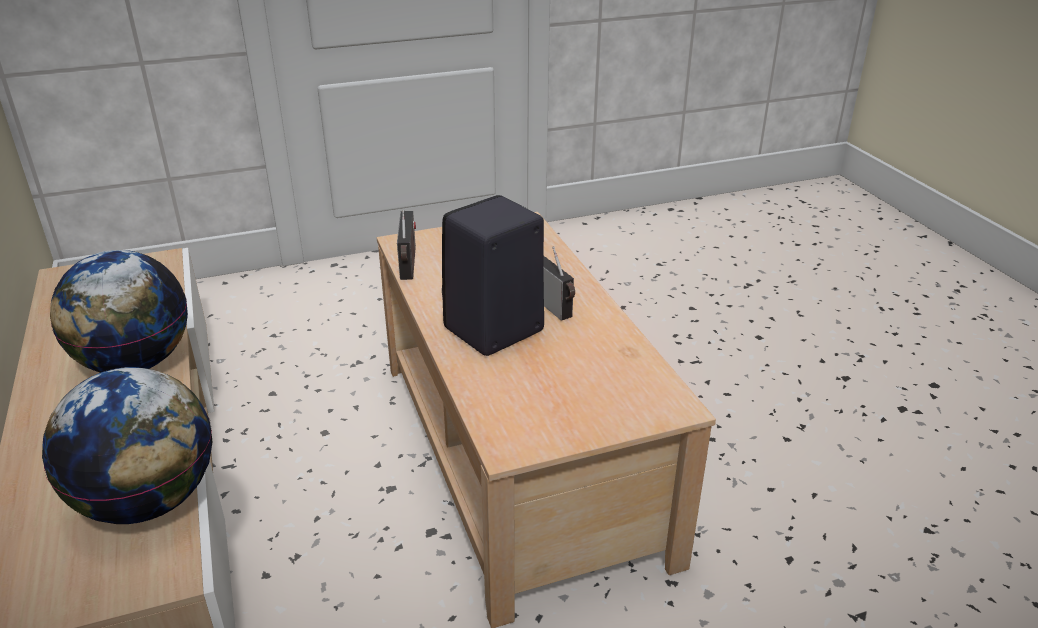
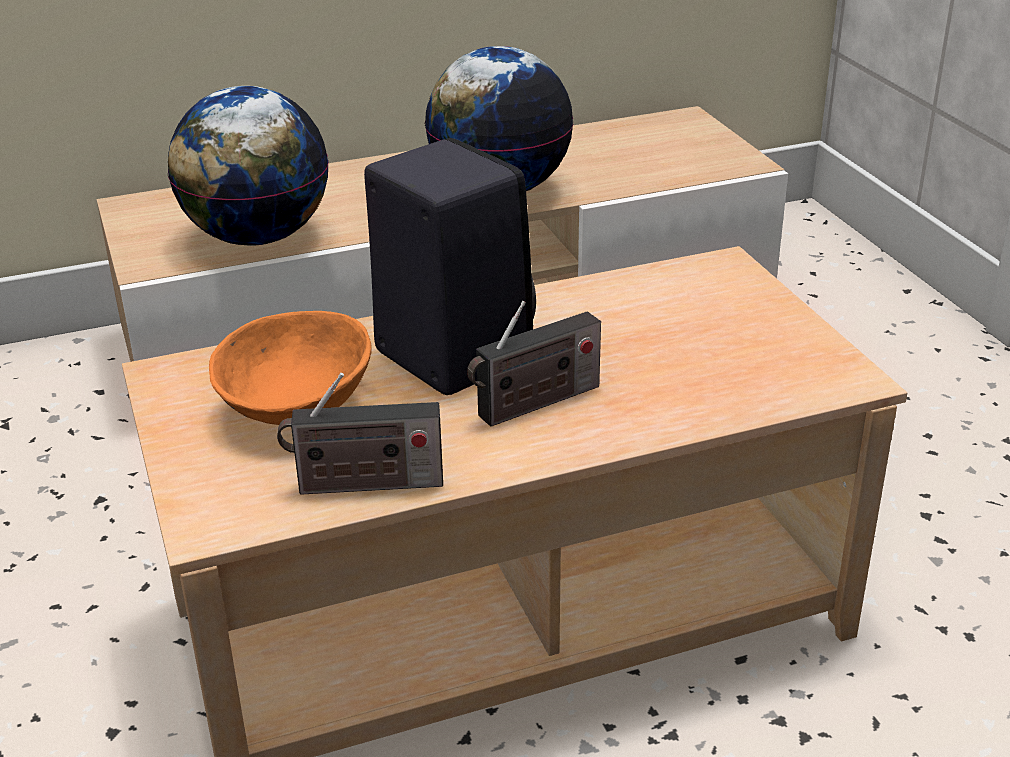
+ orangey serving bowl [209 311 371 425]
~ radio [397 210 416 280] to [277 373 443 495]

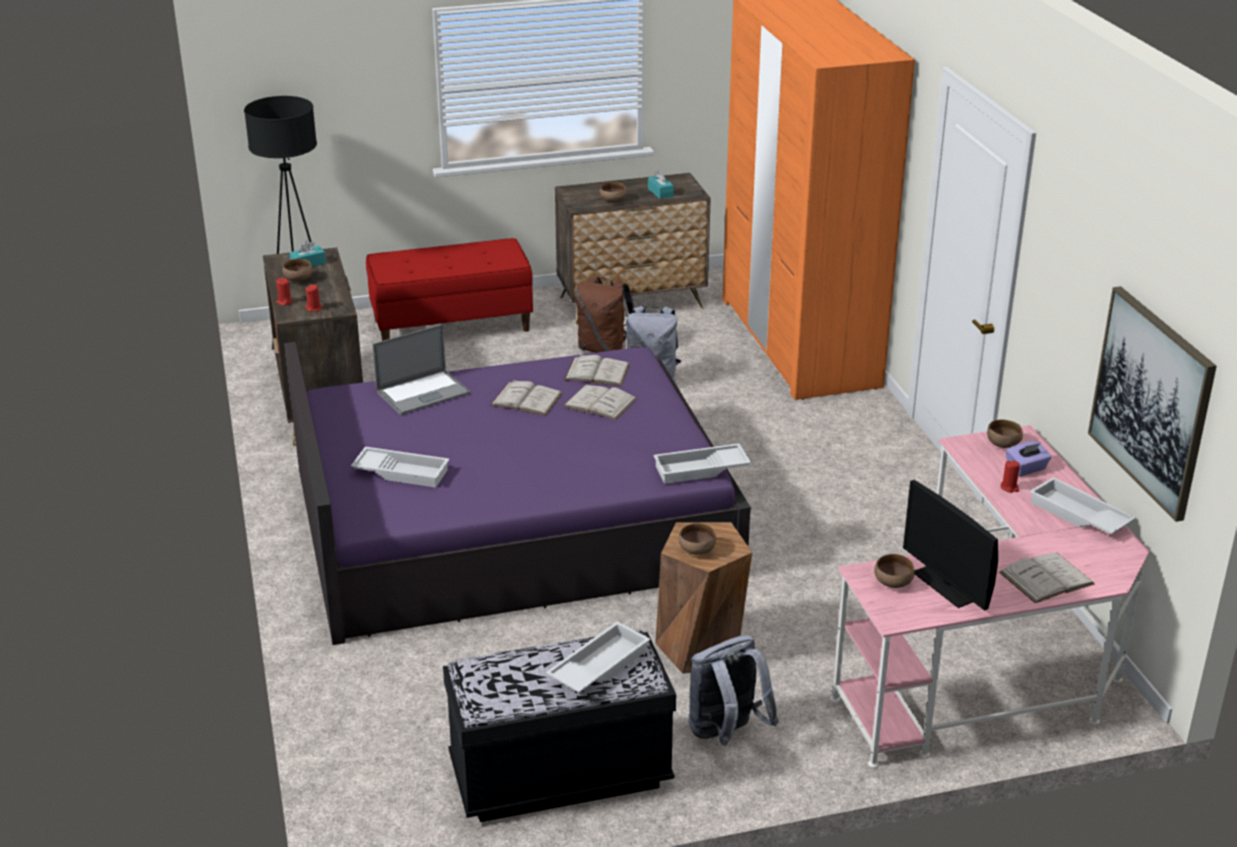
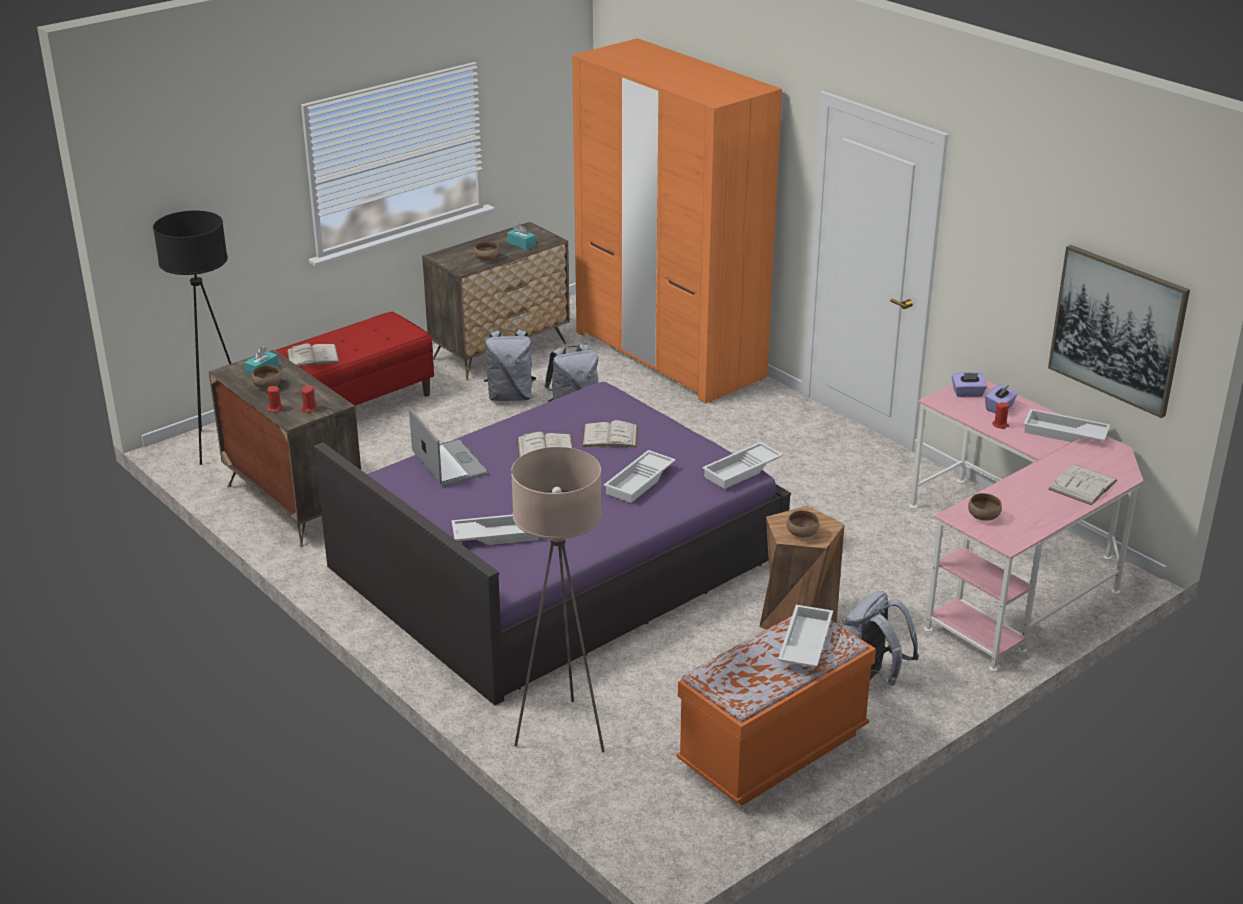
- monitor [903 480 998 611]
+ beige-coloured standard lamp [511 447 605 752]
+ whitish tray [604 450 676 503]
~ whitish bound book [564 354 630 386] to [287 343 340 367]
~ brown serving bowl [987 419 1023 448] to purple box of tissues [952 372 987 397]
~ black bench [443 630 676 822] to orangey bench [676 616 876 806]
~ brown knapsack [576 276 634 353] to gray knapsack [484 329 536 401]
~ portable computer [372 324 470 415] = [409 408 489 486] 60 degrees counterclockwise

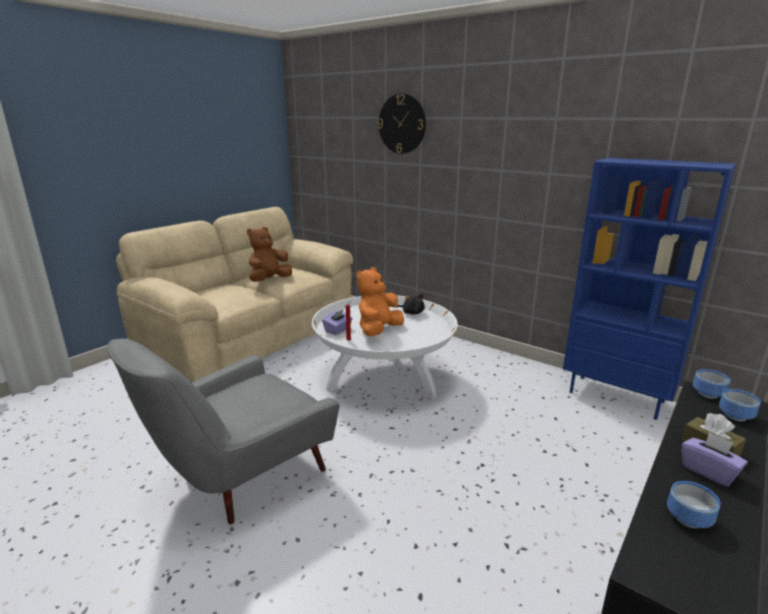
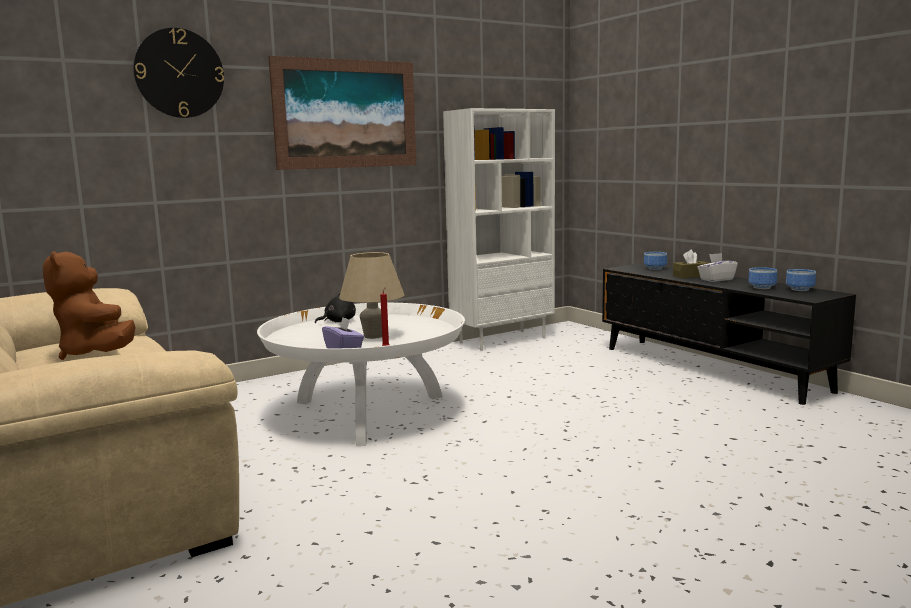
- gray armchair [107 339 340 524]
+ wall picture [268 56 416 170]
~ serving bowl [693 369 730 399] to [786 269 816 291]
~ orangey soft toy [357 267 404 336] to beige-coloured tabletop lamp [339 252 404 339]
~ blue-coloured shelving unit [563 158 736 420] to whitish shelving unit [443 108 555 351]
~ purple box of tissues [682 432 748 487] to whitish box of tissues [697 253 737 282]

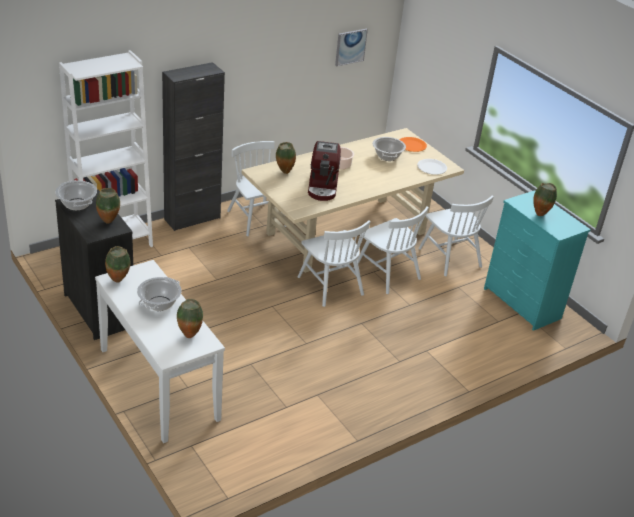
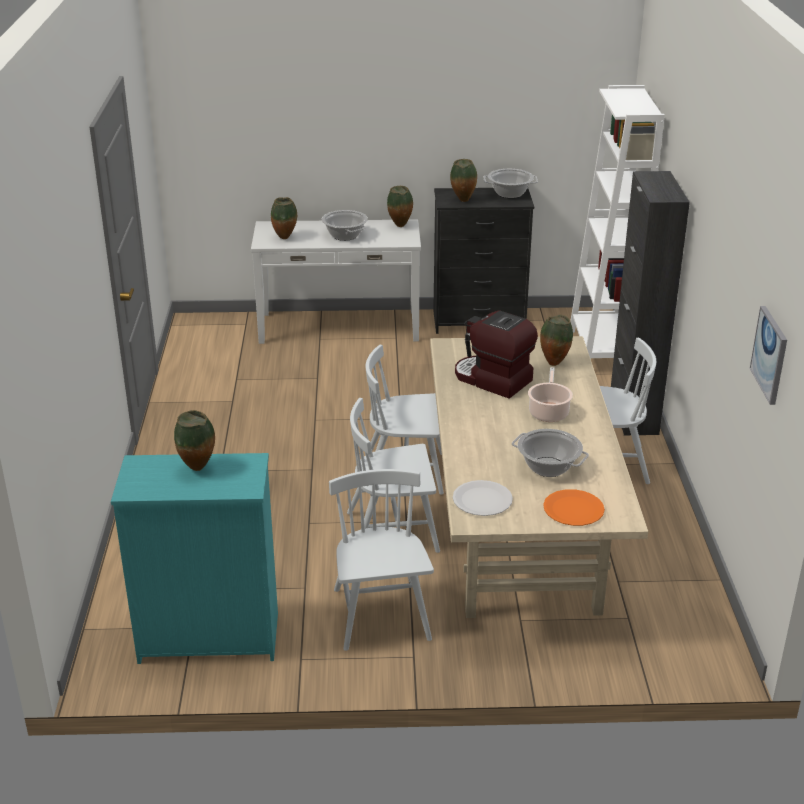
~ whitish chair [418 195 494 276] = [329 469 434 651] 75 degrees clockwise

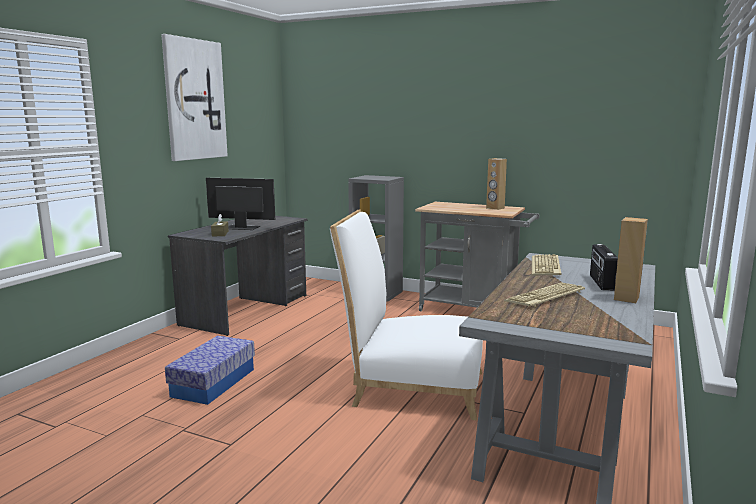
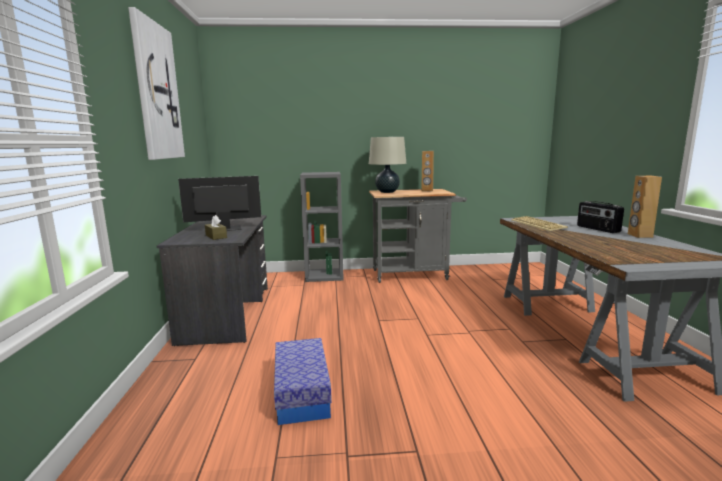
- whitish chair [330 209 483 421]
- PC keyboard [504 282 585 307]
+ beige-coloured tabletop lamp [369 137 406 193]

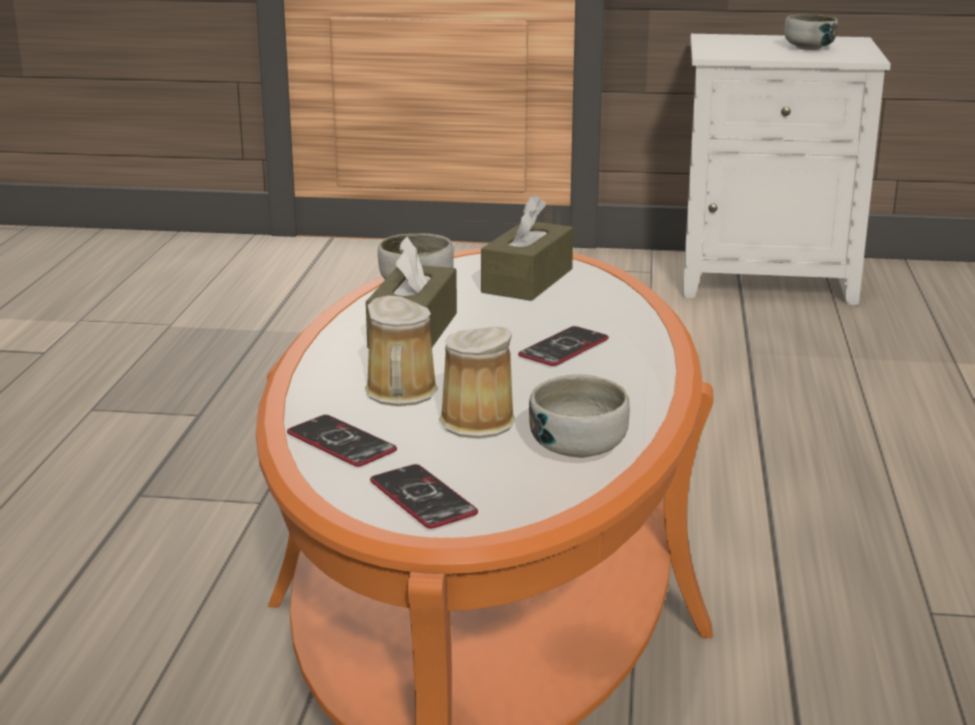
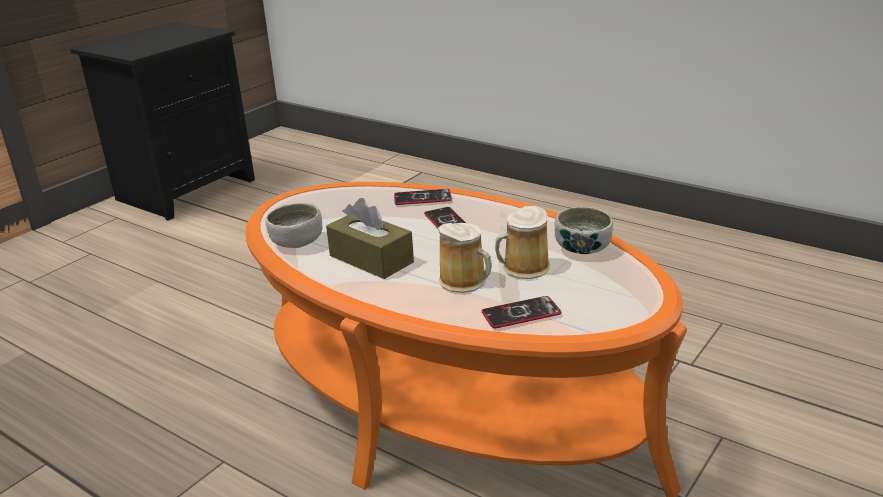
- brown box of tissues [481 195 573 301]
- serving bowl [784 15 838 50]
~ telephone [370 464 478 529] to [394 189 452 205]
~ whitish night table [683 34 891 305] to black night table [70 22 255 221]

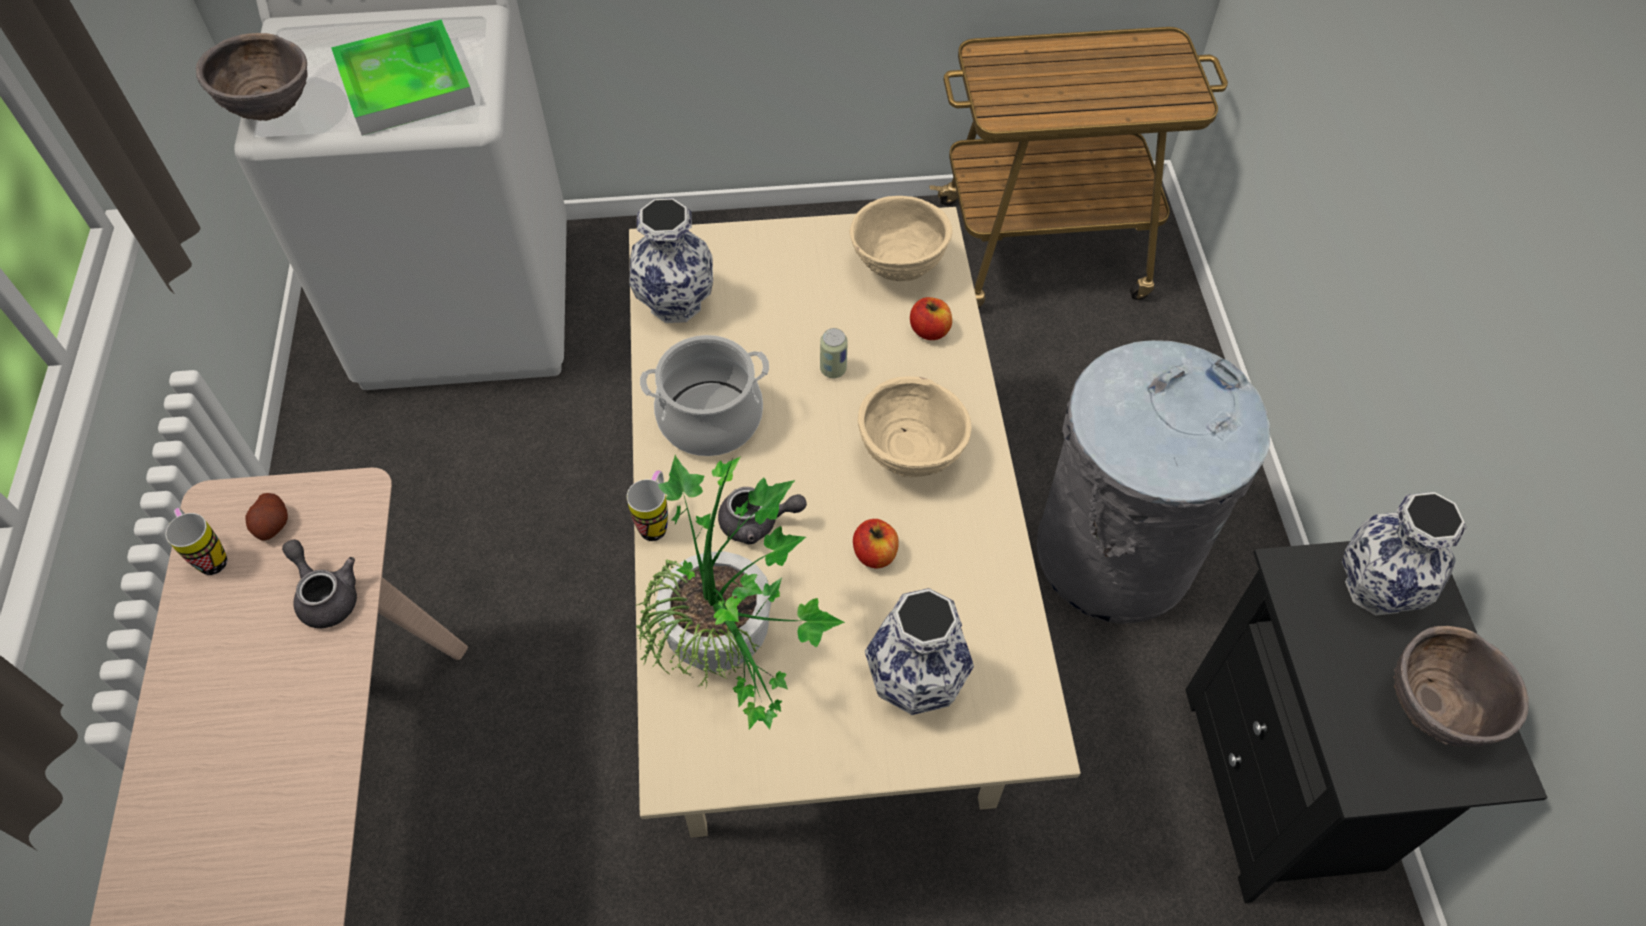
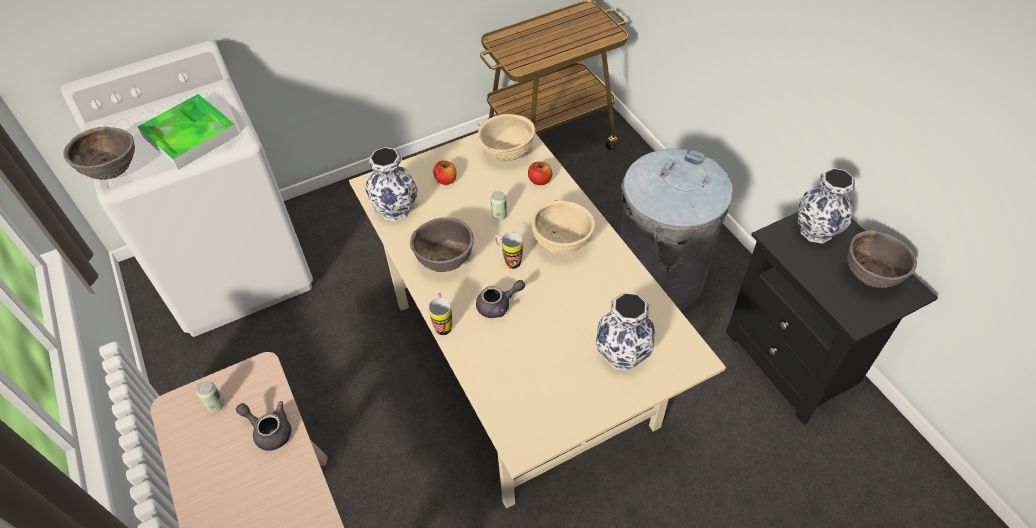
- houseplant [636 455 845 730]
~ mug [166 508 227 575] to [494 232 523 269]
~ whole apple [853 519 898 568] to [433 160 457 185]
~ spud [245 493 288 541] to sealed can [196 381 225 412]
~ stockpot [640 335 769 456] to brown serving bowl [410 217 474 272]

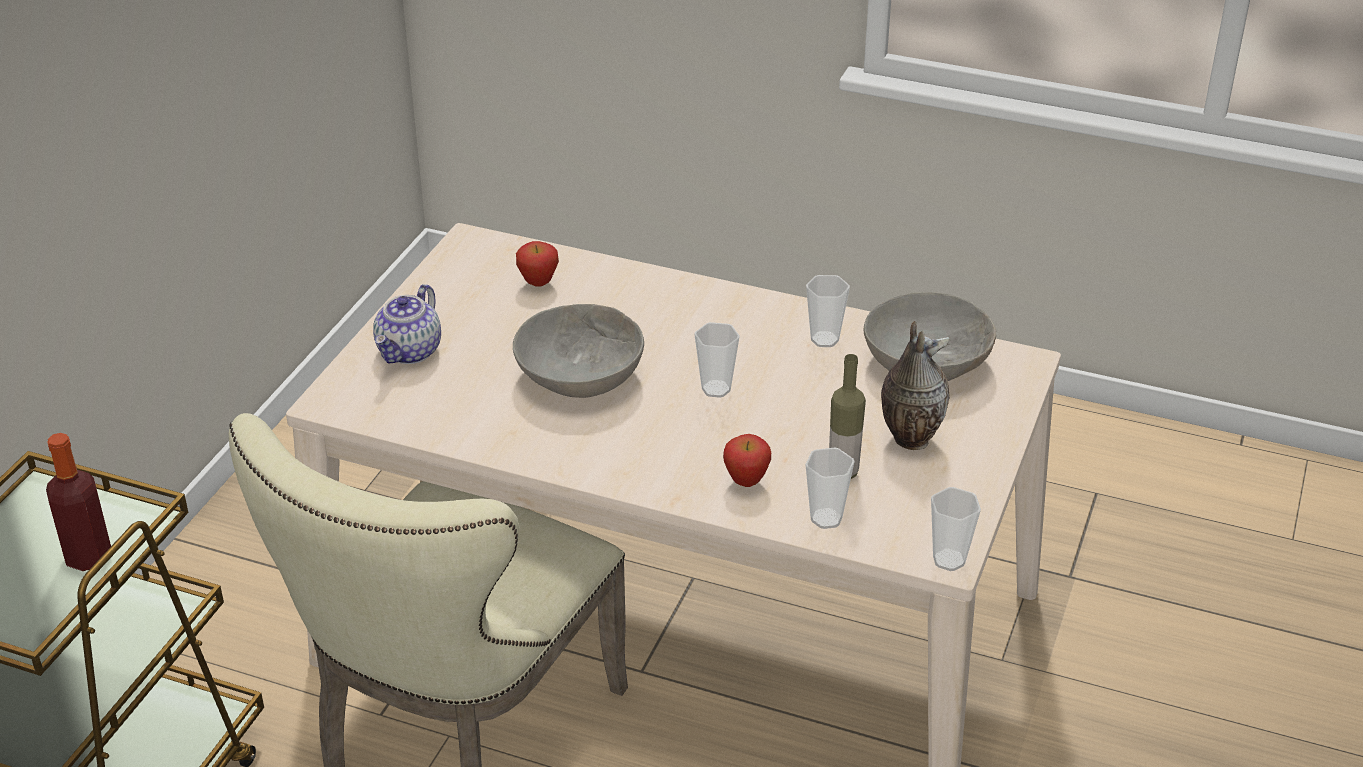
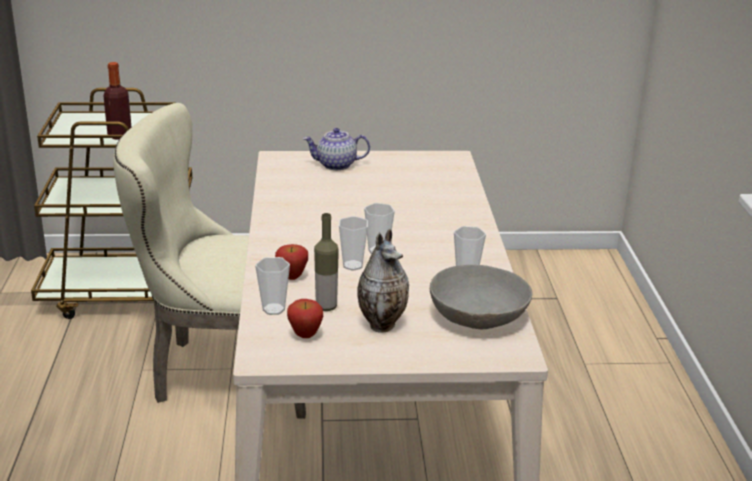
- gray serving bowl [513 304 644 398]
~ whole apple [516 241 559 287] to [287 299 323 338]
~ small cup [931 487 981 571] to [339 216 368 270]

